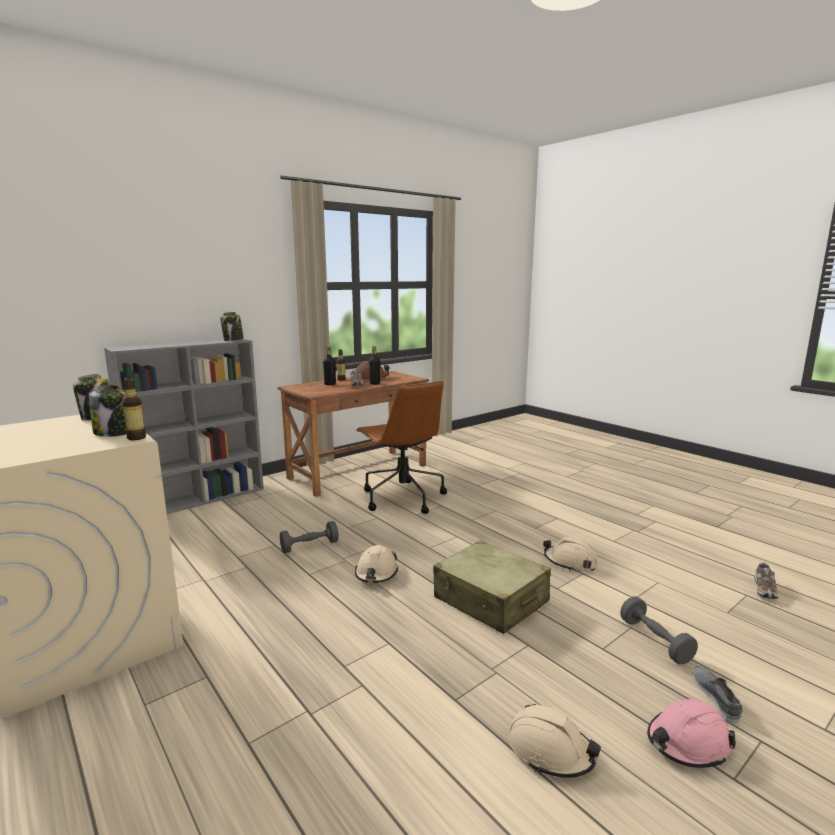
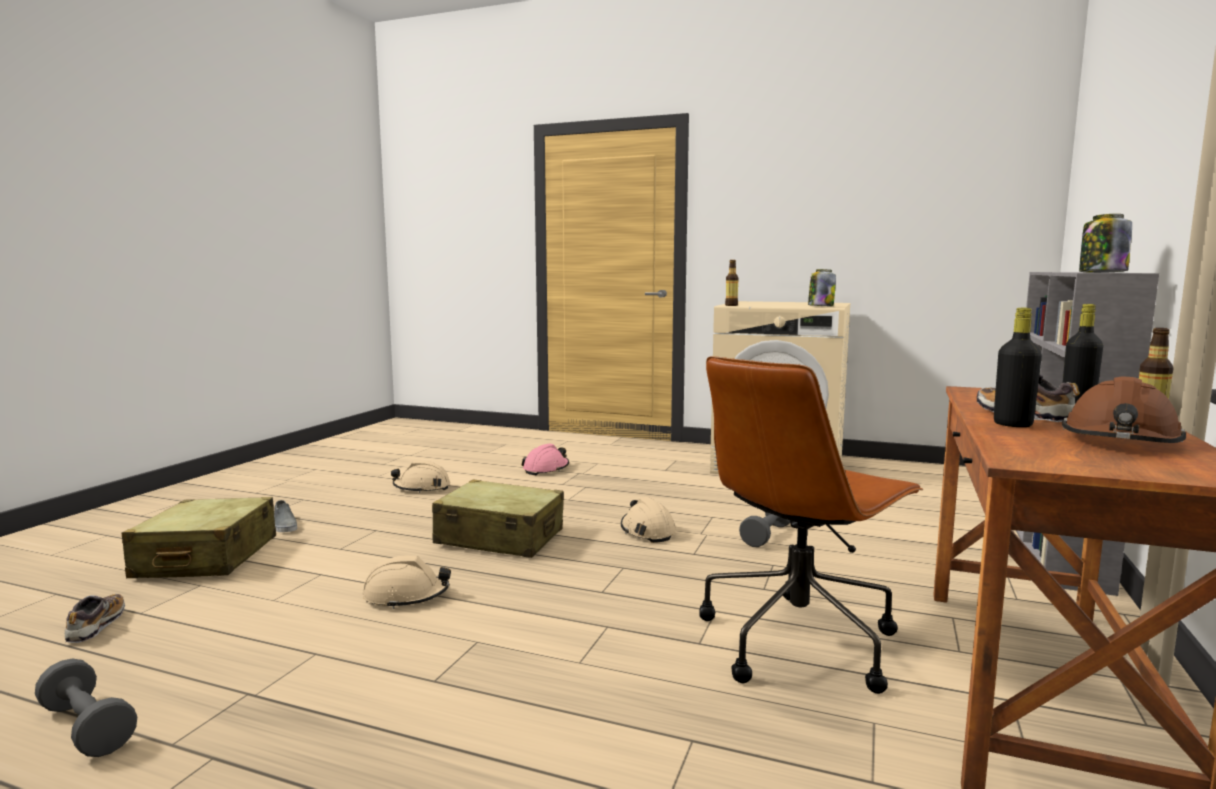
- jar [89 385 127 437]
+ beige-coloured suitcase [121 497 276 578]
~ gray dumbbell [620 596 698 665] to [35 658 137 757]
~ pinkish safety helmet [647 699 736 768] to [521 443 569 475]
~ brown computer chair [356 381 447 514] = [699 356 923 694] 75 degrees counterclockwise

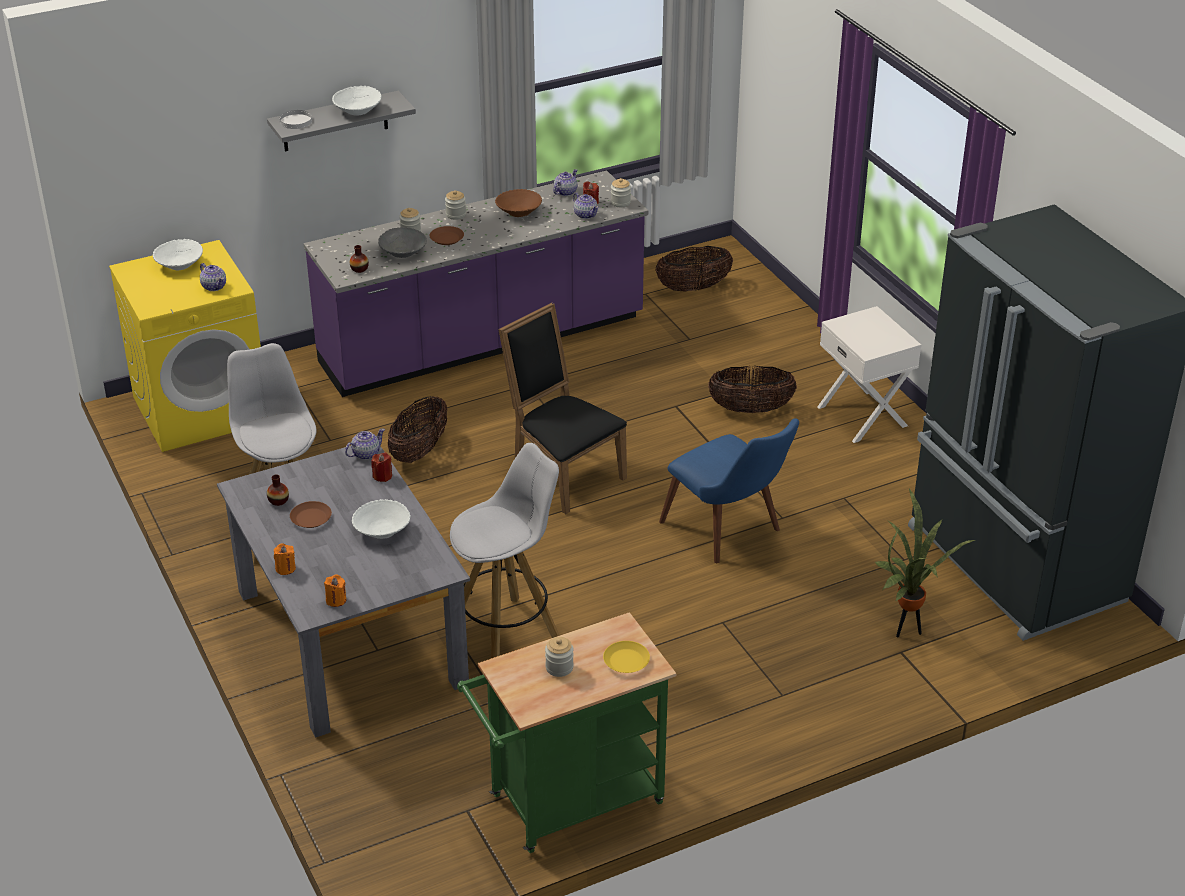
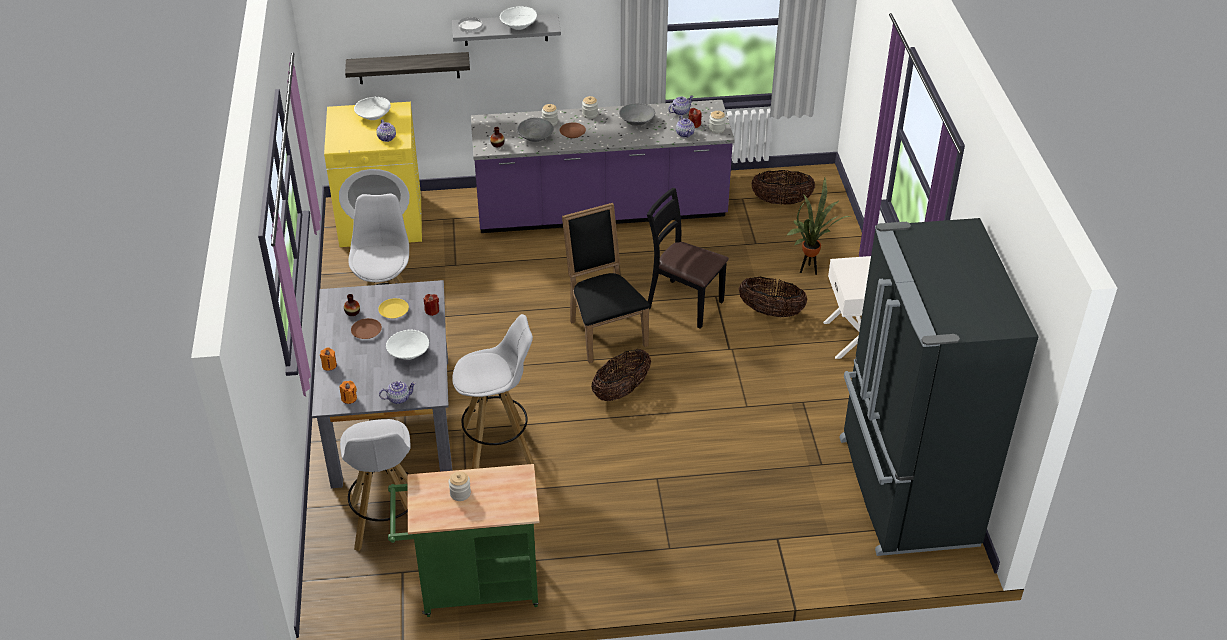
- blue-coloured chair [659 418 799 563]
+ whitish stool seat [340 419 410 551]
+ bracket shelf [345 52 470 84]
+ black chair [647 188 729 329]
~ tea pot [345 428 385 460] to [379 381 416 404]
~ household basket [388 396 447 463] to [591 349 651 401]
~ yellow dinner plate [603 641 650 673] to [378 298 409 318]
~ houseplant [874 489 975 637] to [786 178 851 275]
~ brown serving bowl [495 189 542 217] to gray serving bowl [619 103 655 126]

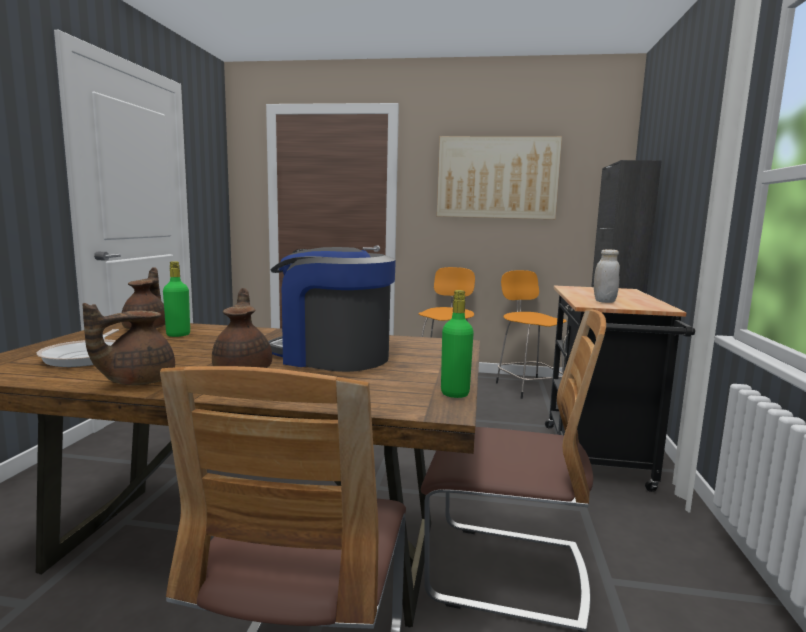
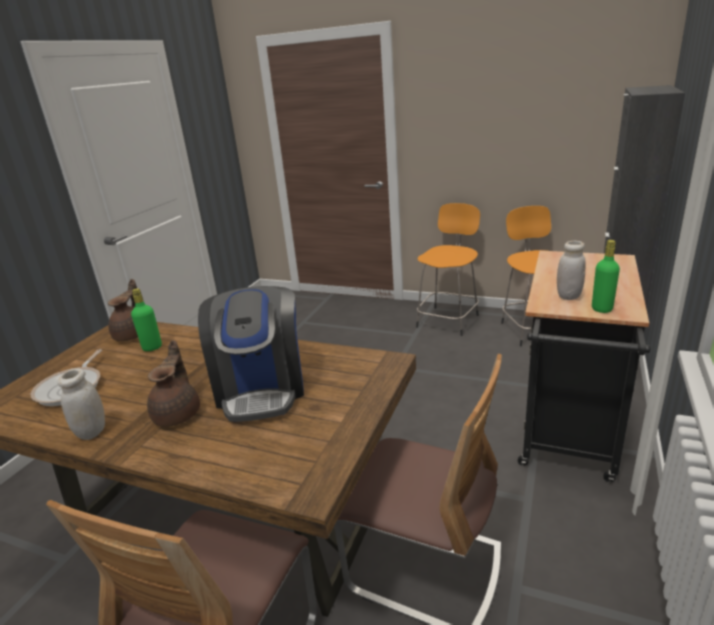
- wall picture [437 136 562 219]
~ greenish drink bottle [441 290 474 398] to [592 240 620 313]
~ brown tea pot [83 303 175 385] to whitish jar [57 368 105 440]
~ coffee maker [268 247 396 372] = [198 286 304 422] 135 degrees counterclockwise

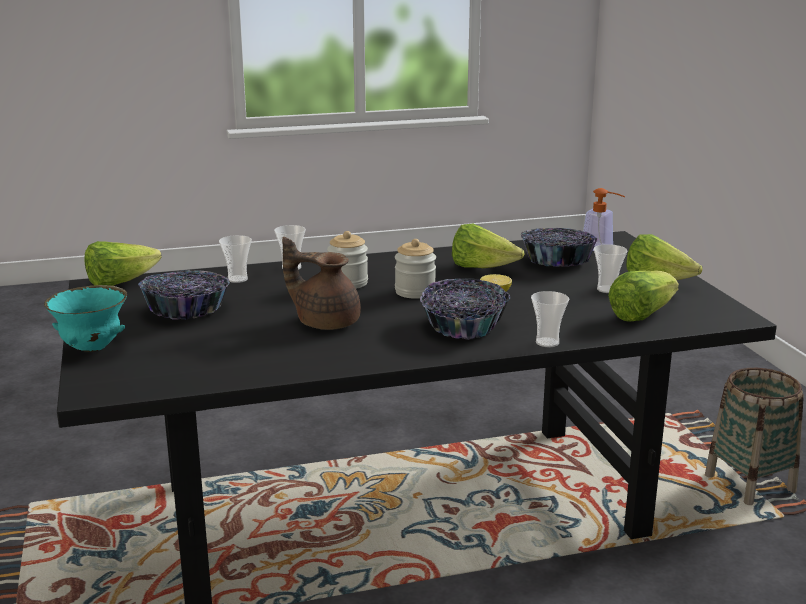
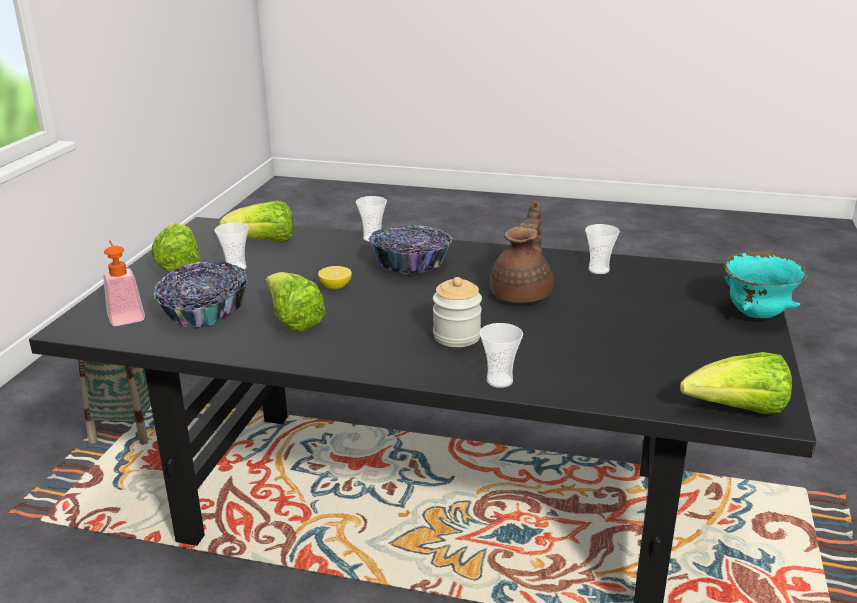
- serving bowl [138 270 230 320]
- jar [395 239 436 299]
~ small cup [219 235 252 283] to [585 224 620 274]
~ brown tea pot [282 237 361 330] = [490 201 553 303] 120 degrees counterclockwise

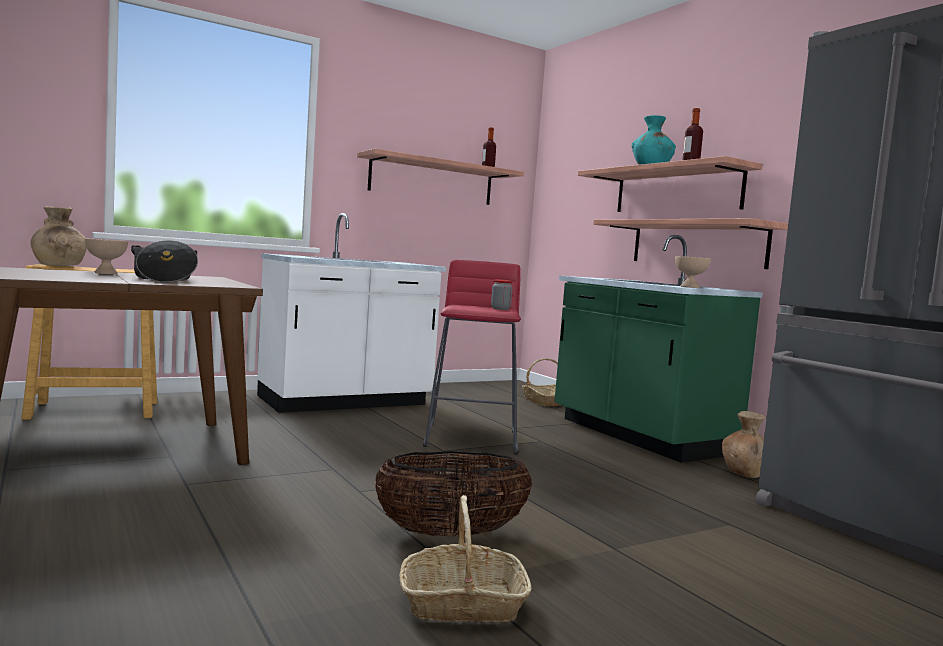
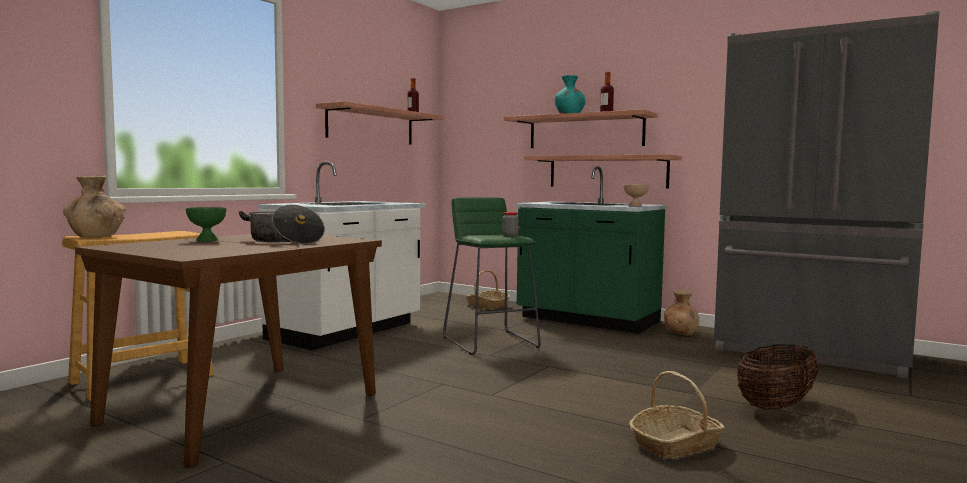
~ household basket [374 451 533 536] to [737 344 819 410]
~ beige-coloured serving bowl [85 238 128 274] to greenish serving bowl [186 207 226 242]
~ red stool seat [423 260 521 454] to greenish stool seat [443 197 541 355]

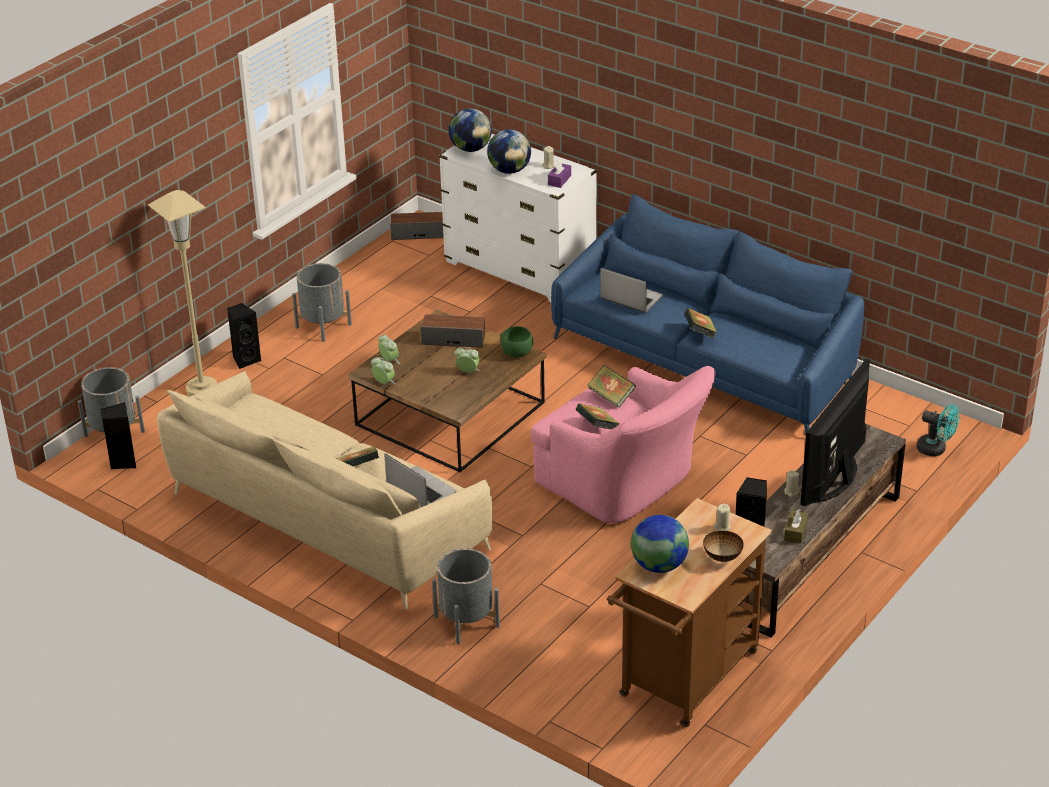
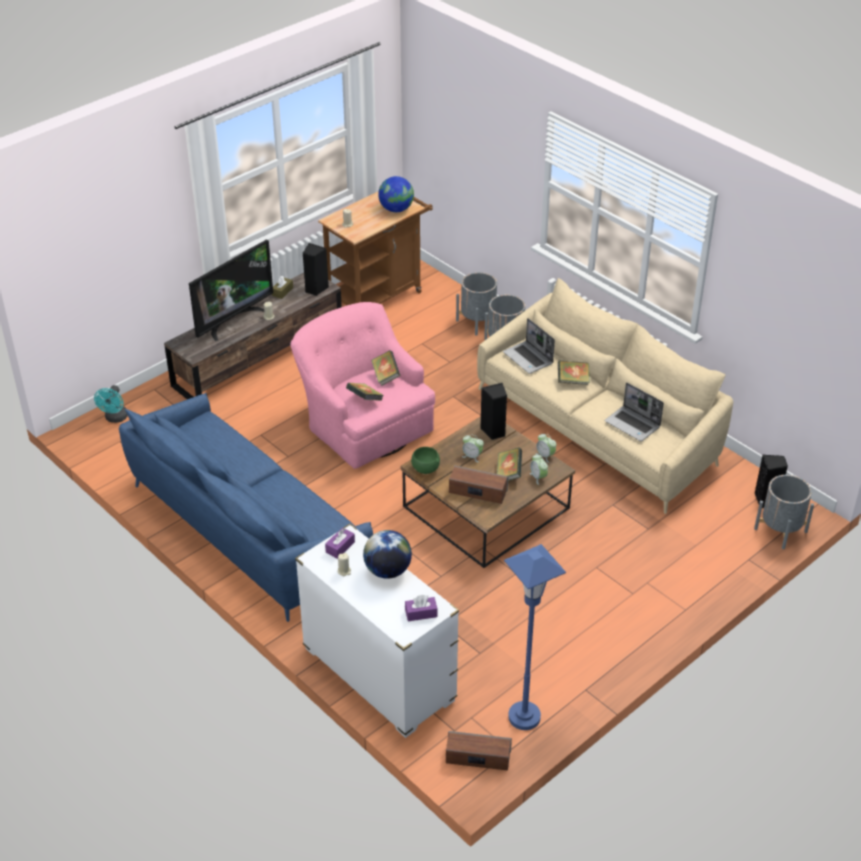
- beige-coloured standard lamp [148 190 217 396]
- serving bowl [703 531 744 562]
+ blue-coloured standard lamp [504 544 566 730]
~ black audio speaker [227 303 262 369] to [480 382 507 440]
~ gray flower pot [292 263 352 342] to [456 272 497 336]
~ portable computer [600 268 663 313] to [605 382 664 441]
~ bound book [684 308 717 338] to [497 447 522 481]
~ globe [449 108 492 152] to purple box of tissues [405 595 438 621]
~ blue-green fan [917 404 959 456] = [94 385 128 423] 120 degrees counterclockwise

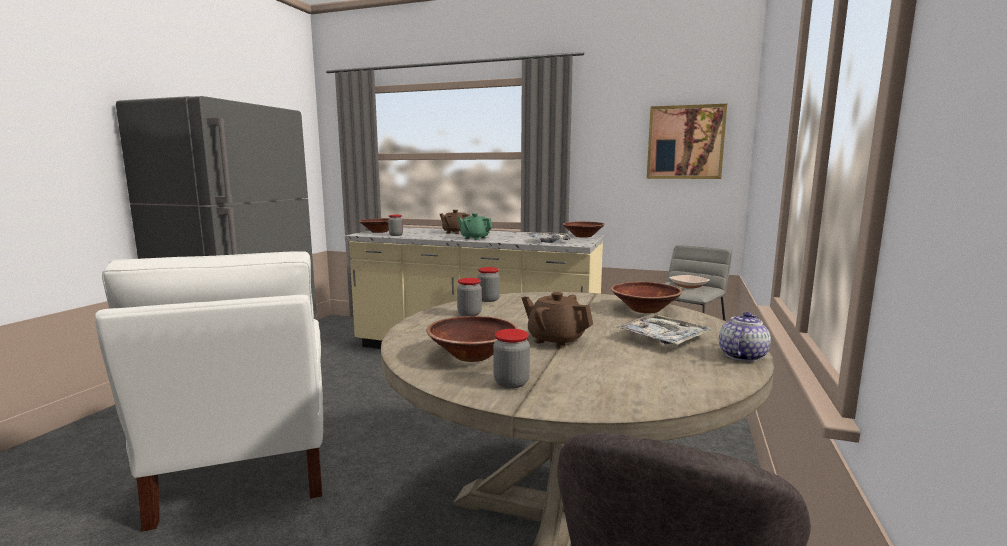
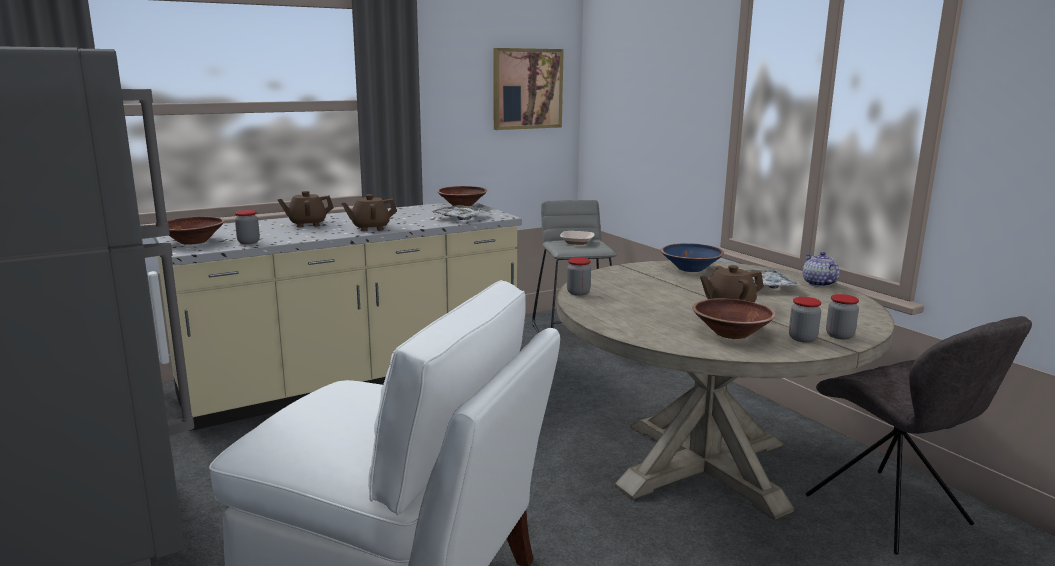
~ jar [457 278 482 316] to [826 294 859 339]
~ greenish tea pot [457 213 493 240] to brown tea pot [341 194 397 231]
~ brown serving bowl [611 282 683 313] to blue-coloured serving bowl [661 243 724 272]

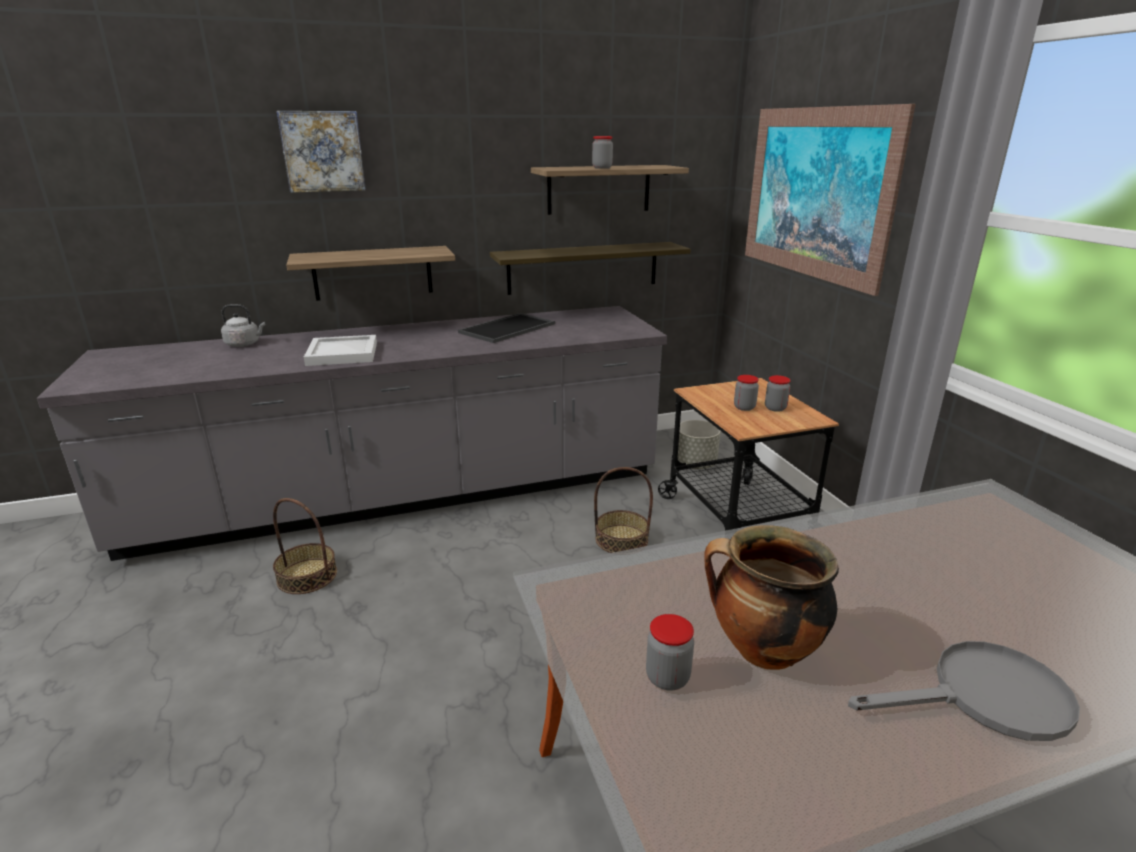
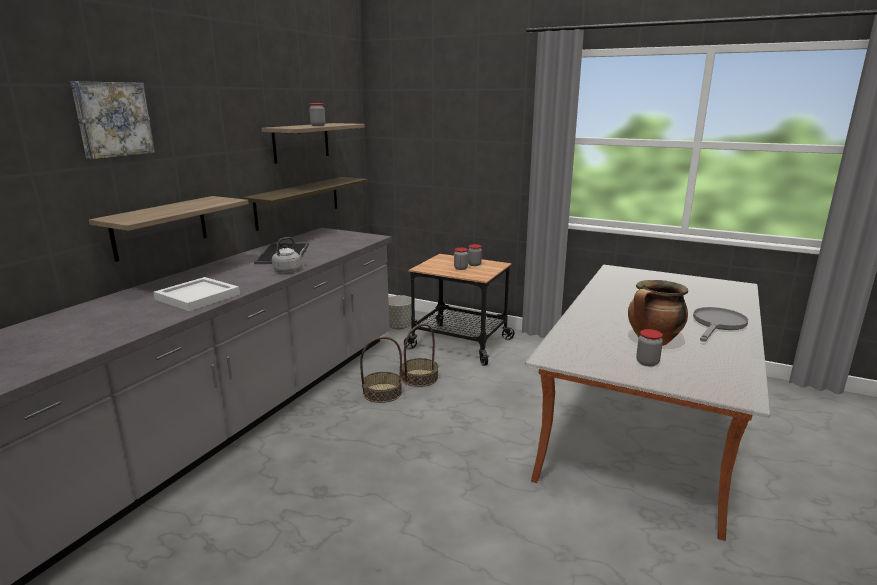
- wall picture [745 104 916 296]
~ gray kettle [221 304 265 347] to [272 237 305 272]
~ household basket [273 498 337 594] to [360 337 402 403]

